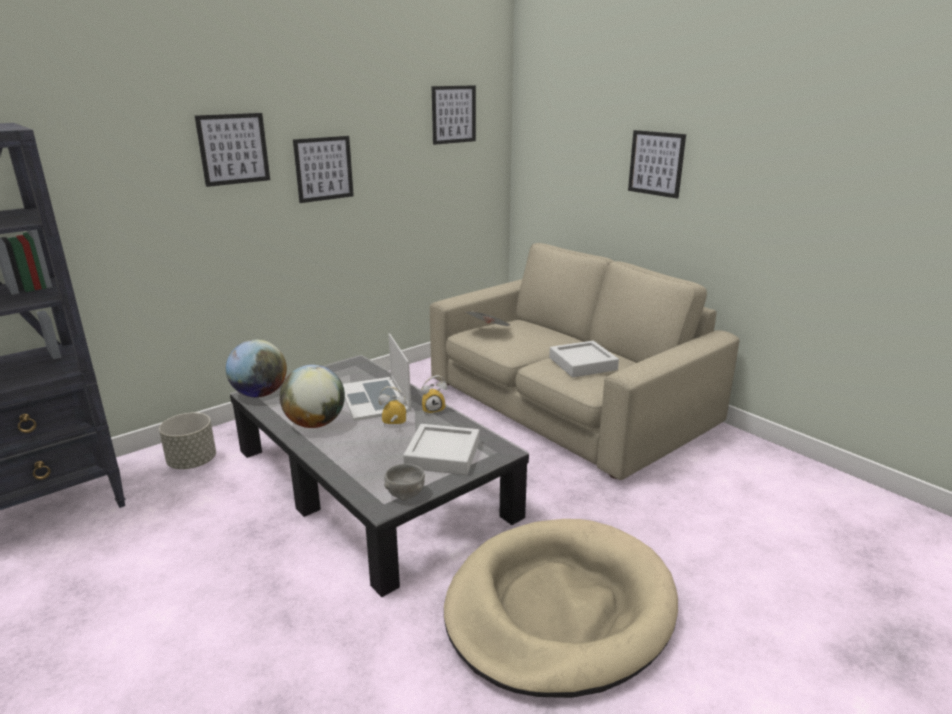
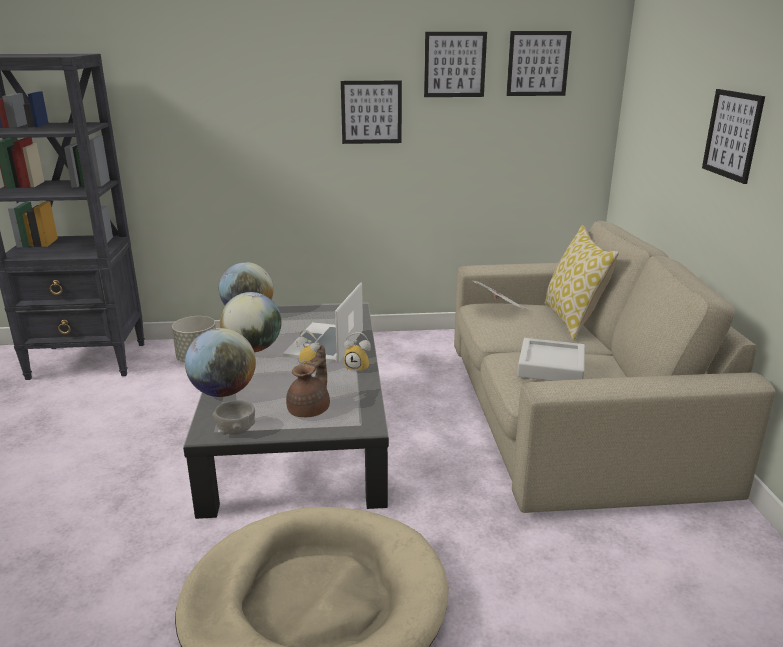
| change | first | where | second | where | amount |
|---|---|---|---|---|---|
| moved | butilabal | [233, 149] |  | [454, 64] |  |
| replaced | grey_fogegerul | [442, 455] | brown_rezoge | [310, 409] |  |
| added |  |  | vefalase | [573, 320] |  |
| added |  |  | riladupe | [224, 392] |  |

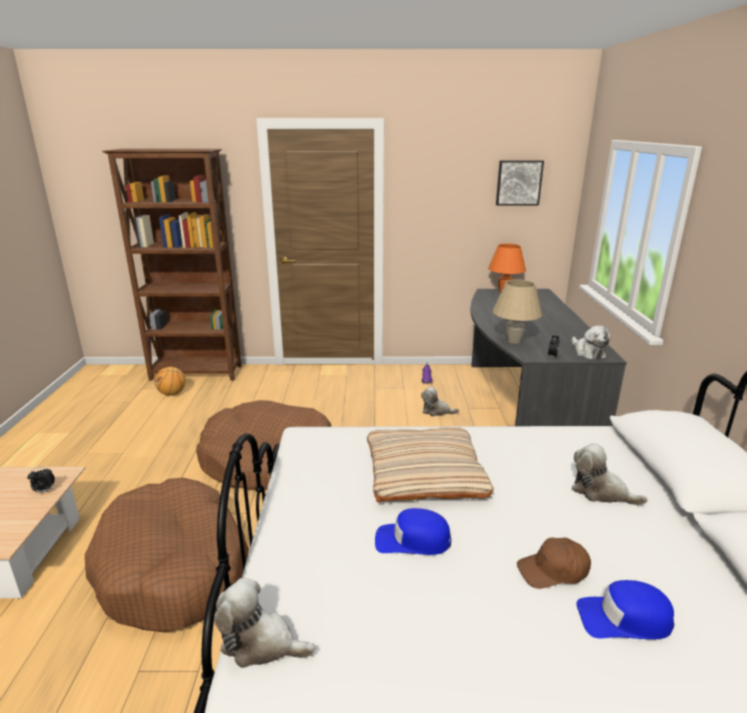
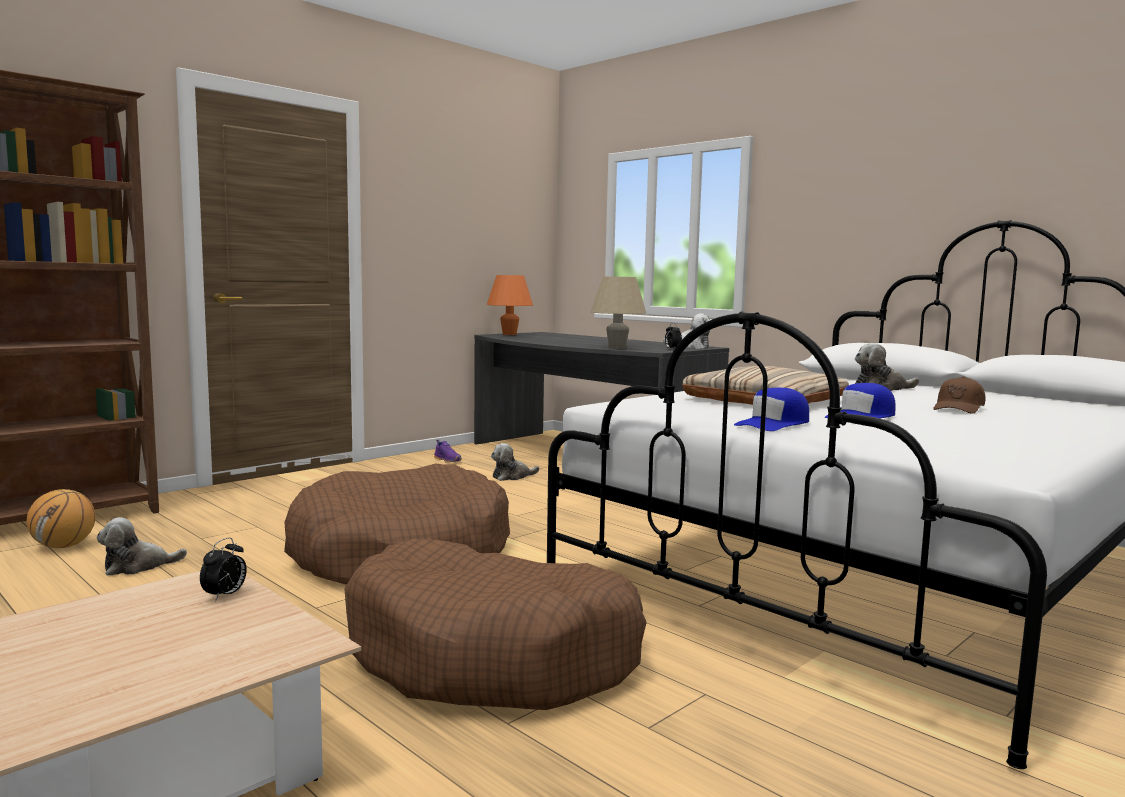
| change | first | where | second | where | amount |
|---|---|---|---|---|---|
| removed | butilabal | [518, 182] |  |  |  |
| moved | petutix | [261, 643] |  | [137, 566] |  |
| moved | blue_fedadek | [624, 619] |  | [774, 424] |  |

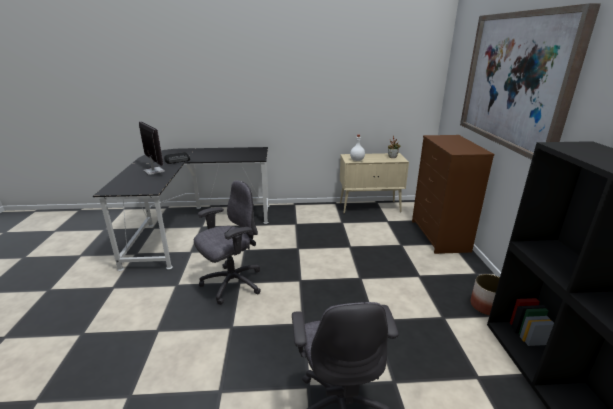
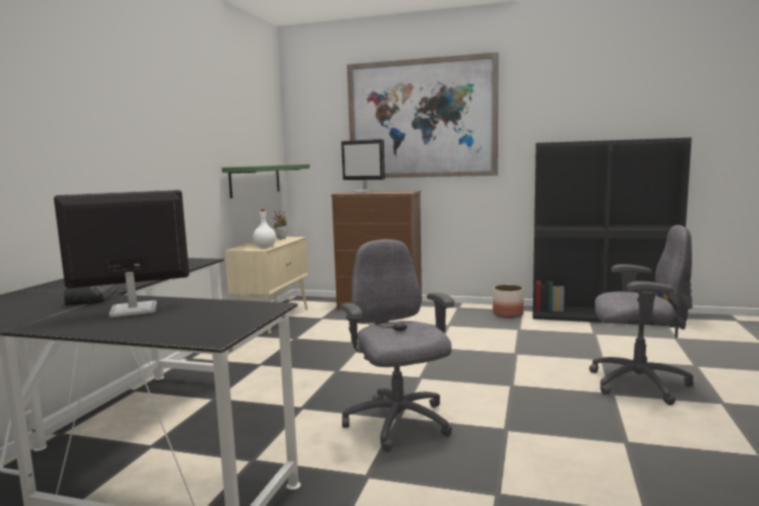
| change | first | where | second | where | amount |
|---|---|---|---|---|---|
| added |  |  | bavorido | [365, 192] |  |
| added |  |  | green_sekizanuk | [255, 180] |  |

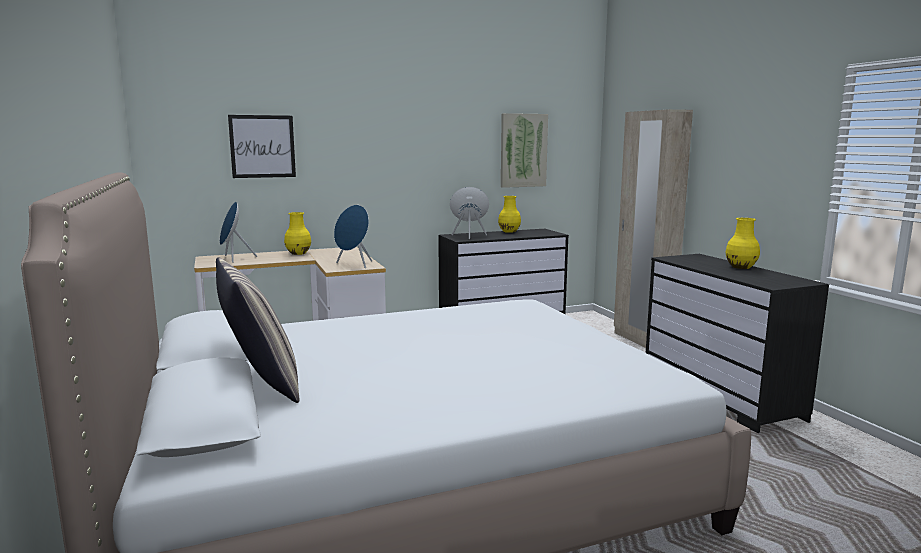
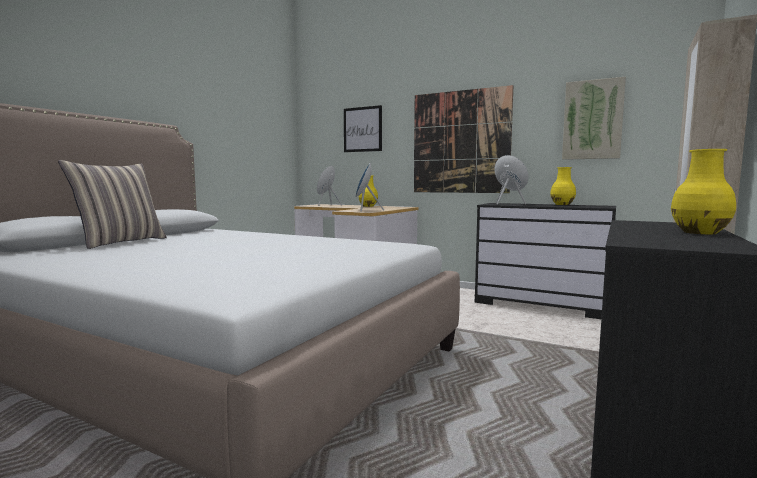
| change | first | where | second | where | amount |
|---|---|---|---|---|---|
| added |  |  | butilabal | [460, 142] |  |

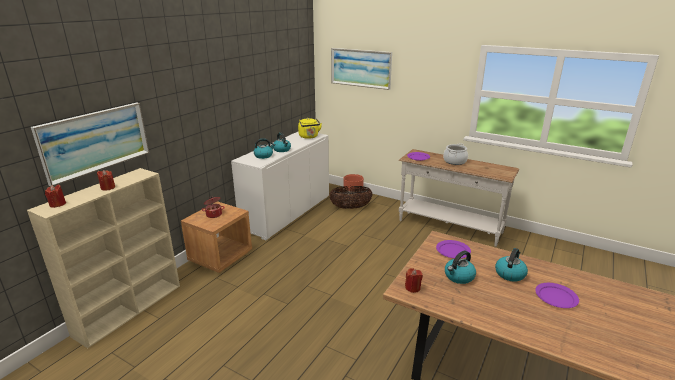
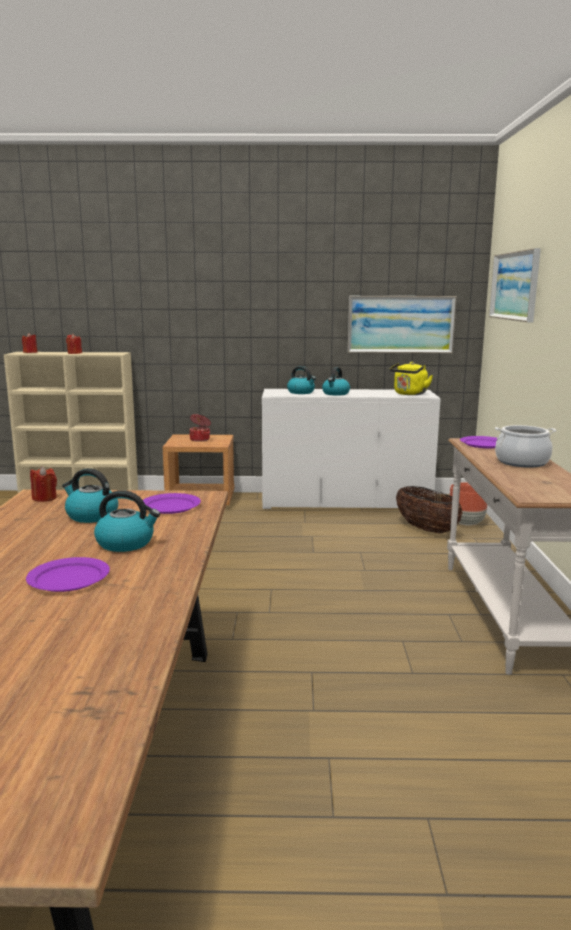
| change | first | where | second | where | amount |
|---|---|---|---|---|---|
| moved | butilabal | [95, 141] |  | [400, 324] |  |

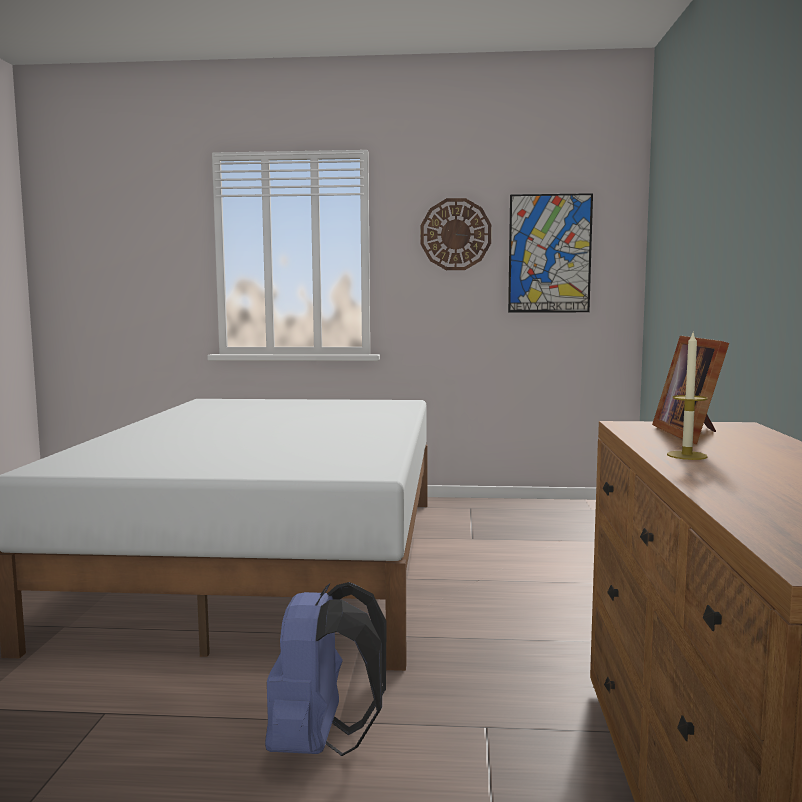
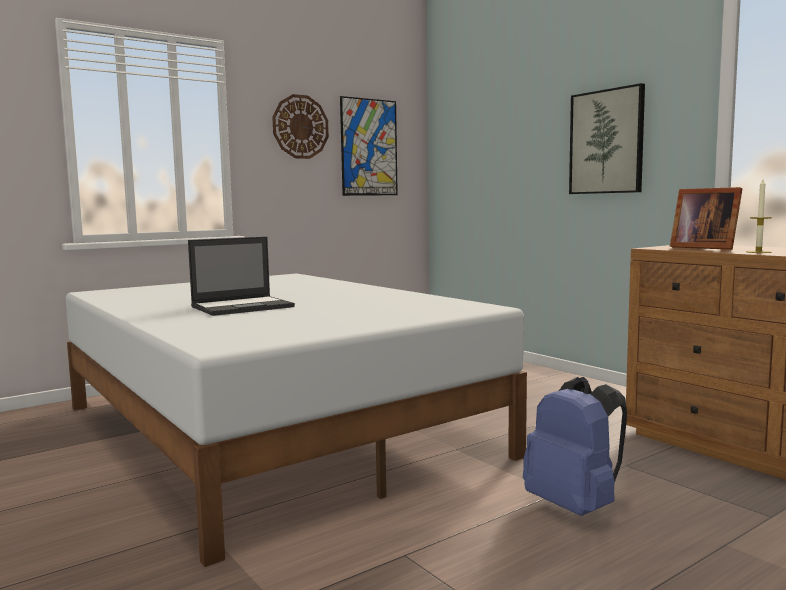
| change | first | where | second | where | amount |
|---|---|---|---|---|---|
| added |  |  | butilabal | [607, 142] |  |
| added |  |  | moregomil | [243, 307] |  |

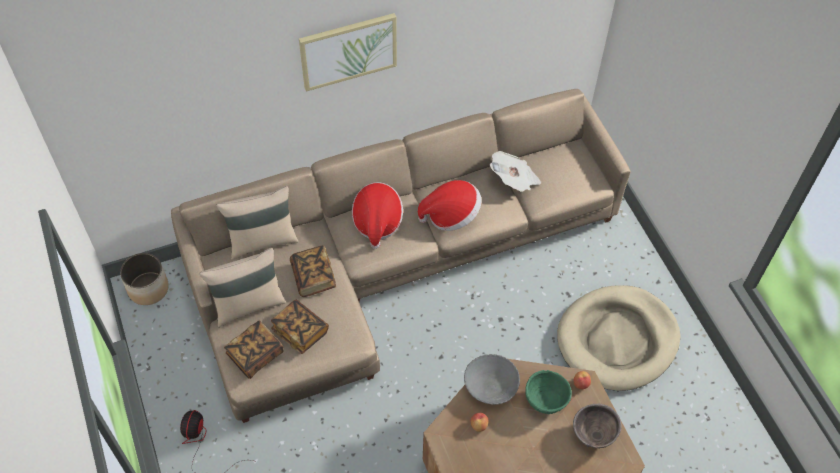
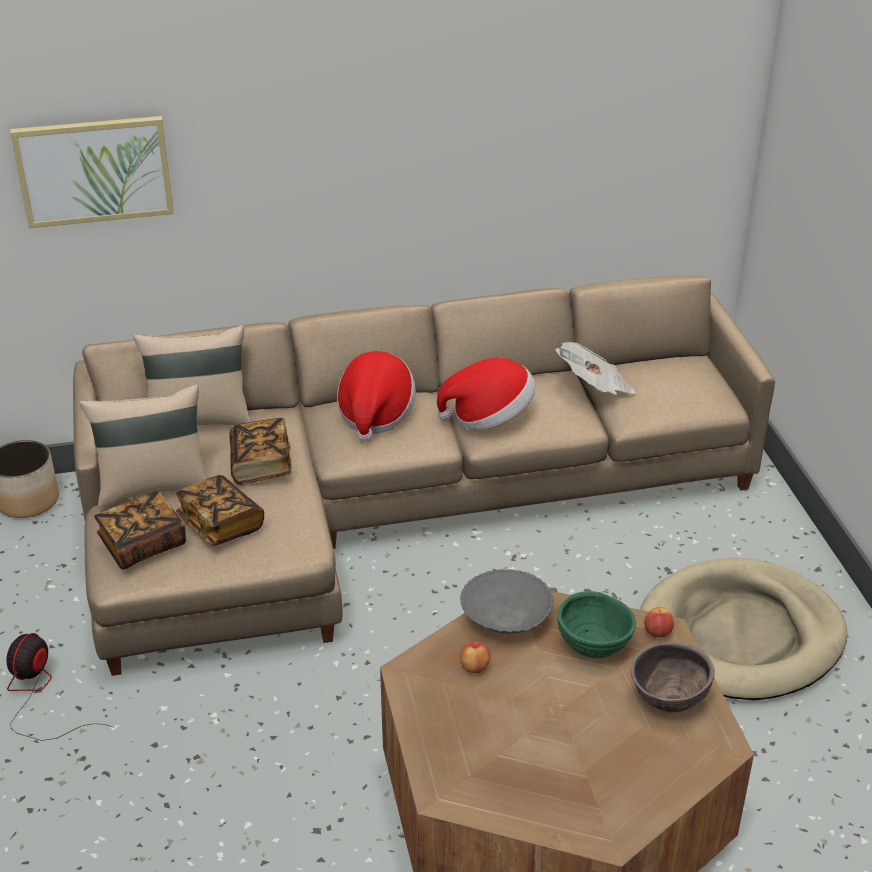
| change | first | where | second | where | amount |
|---|---|---|---|---|---|
| moved | butilabal | [348, 50] |  | [94, 170] |  |

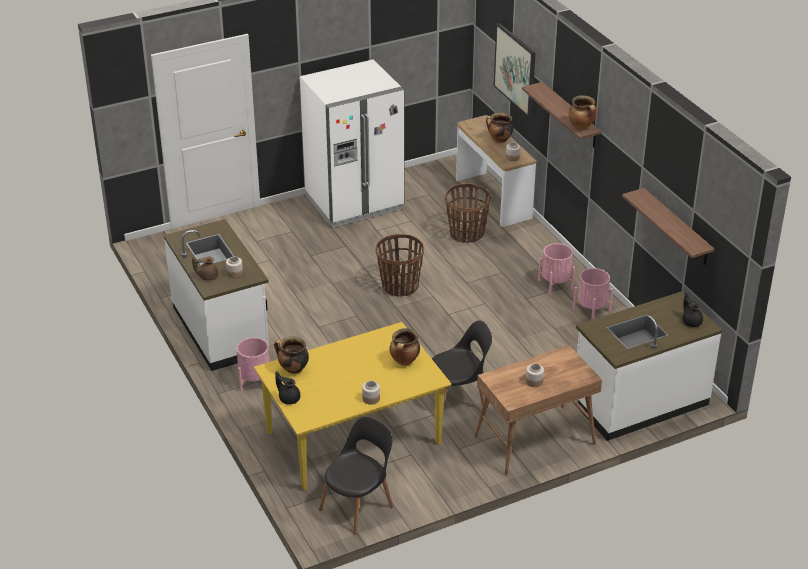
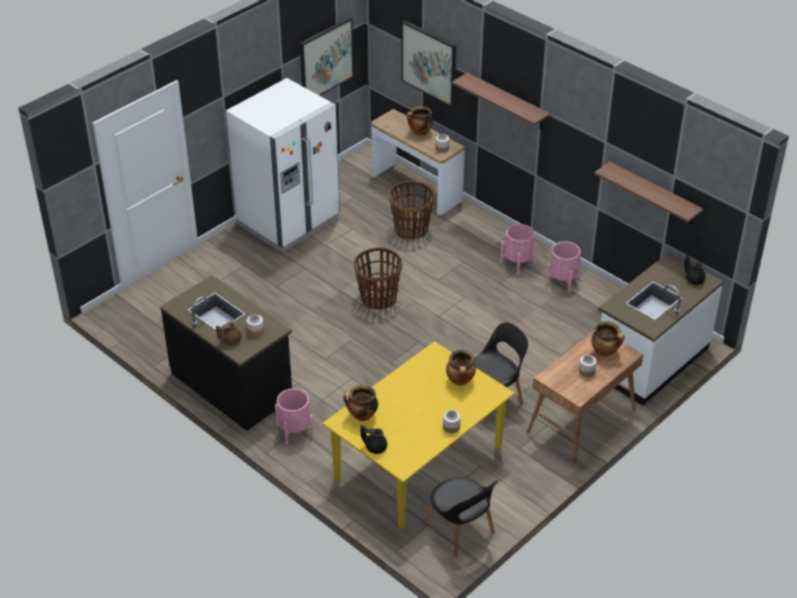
| change | first | where | second | where | amount |
|---|---|---|---|---|---|
| moved | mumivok | [582, 126] |  | [605, 352] |  |
| recoloured | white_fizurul | [221, 329] | black_fizurul | [232, 385] |  |
| turned | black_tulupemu | [358, 506] |  | [460, 530] | 120 degrees clockwise |
| added |  |  | butilabal | [326, 59] |  |

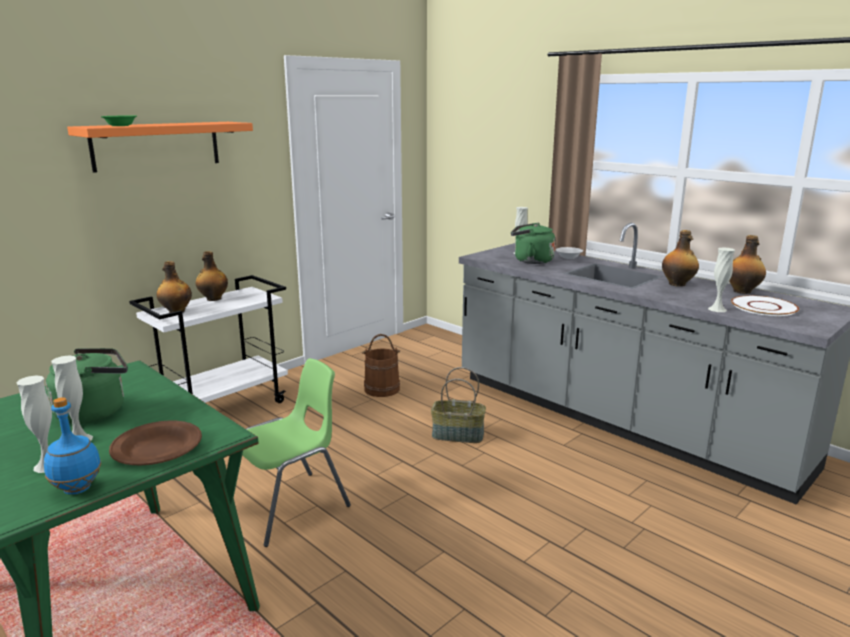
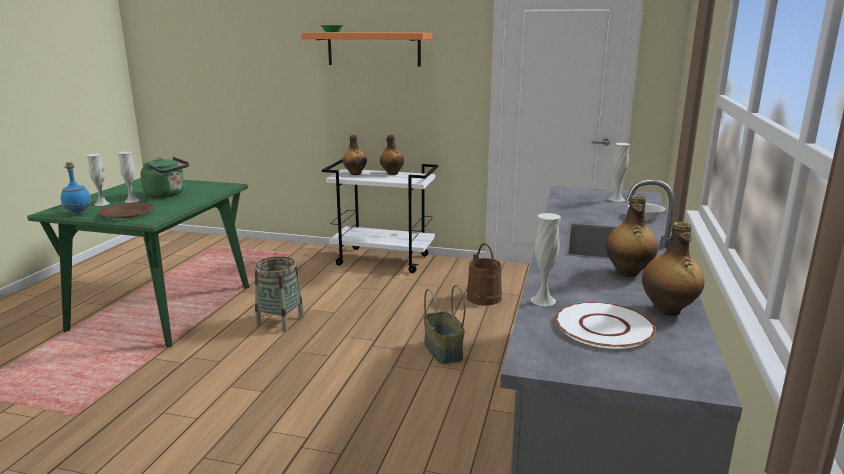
| change | first | where | second | where | amount |
|---|---|---|---|---|---|
| removed | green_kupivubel | [530, 261] |  |  |  |
| replaced | green_tulupemu | [291, 506] | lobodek | [280, 321] |  |

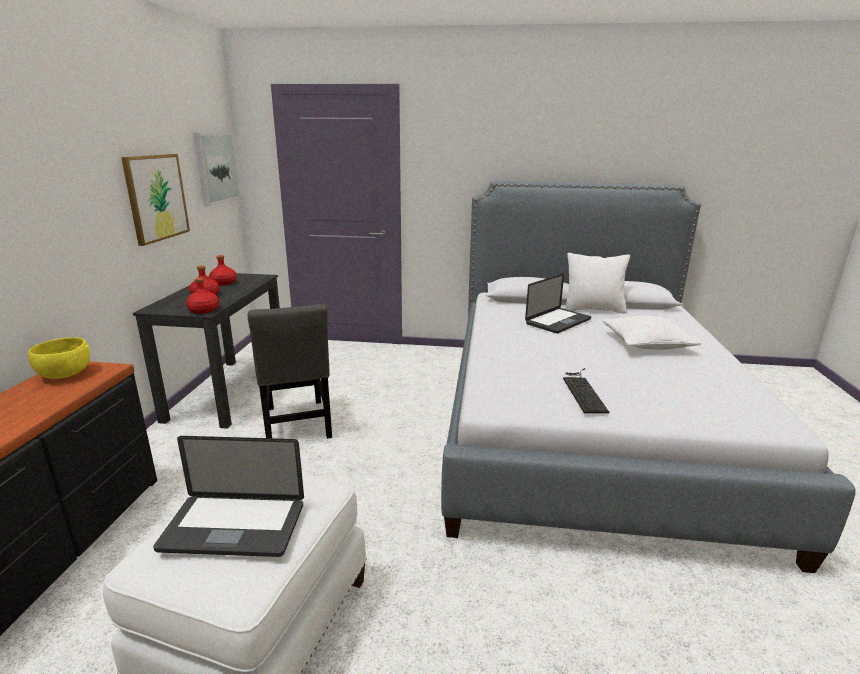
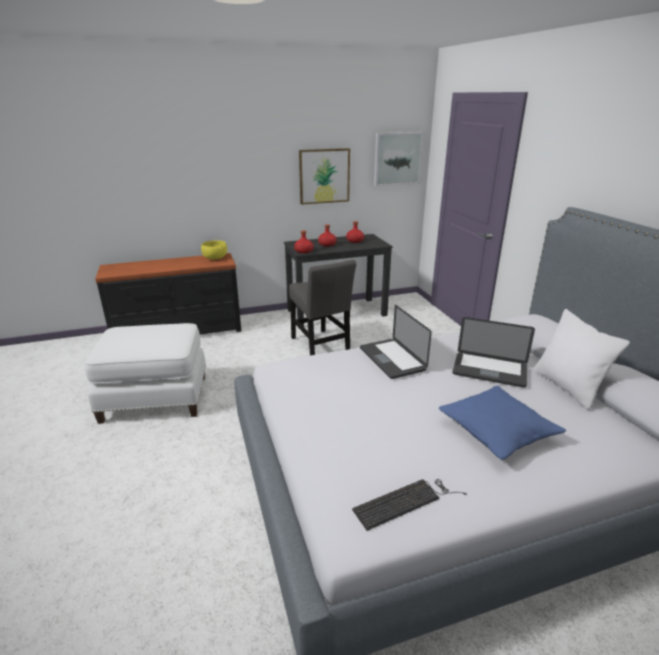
| change | first | where | second | where | amount |
|---|---|---|---|---|---|
| turned | grey_tulupemu | [297, 425] |  | [320, 346] | 75 degrees counterclockwise |
| recoloured | white_vefalase | [646, 343] | blue_vefalase | [497, 431] |  |
| moved | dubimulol | [583, 390] |  | [406, 501] |  |
| moved | moregomil | [233, 527] |  | [392, 359] |  |

